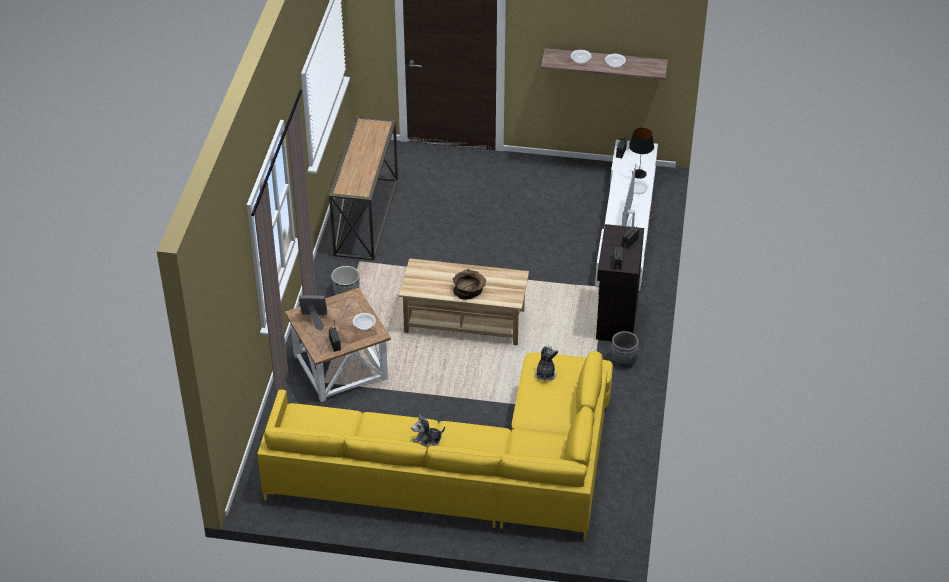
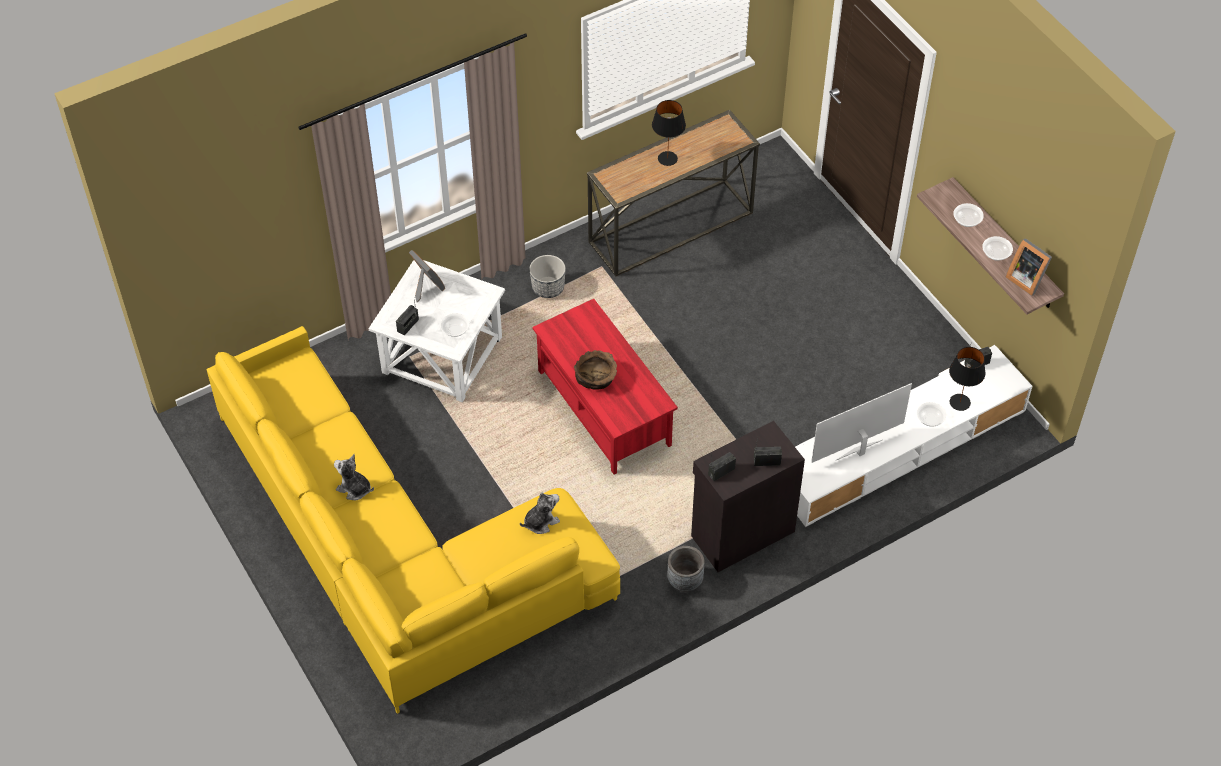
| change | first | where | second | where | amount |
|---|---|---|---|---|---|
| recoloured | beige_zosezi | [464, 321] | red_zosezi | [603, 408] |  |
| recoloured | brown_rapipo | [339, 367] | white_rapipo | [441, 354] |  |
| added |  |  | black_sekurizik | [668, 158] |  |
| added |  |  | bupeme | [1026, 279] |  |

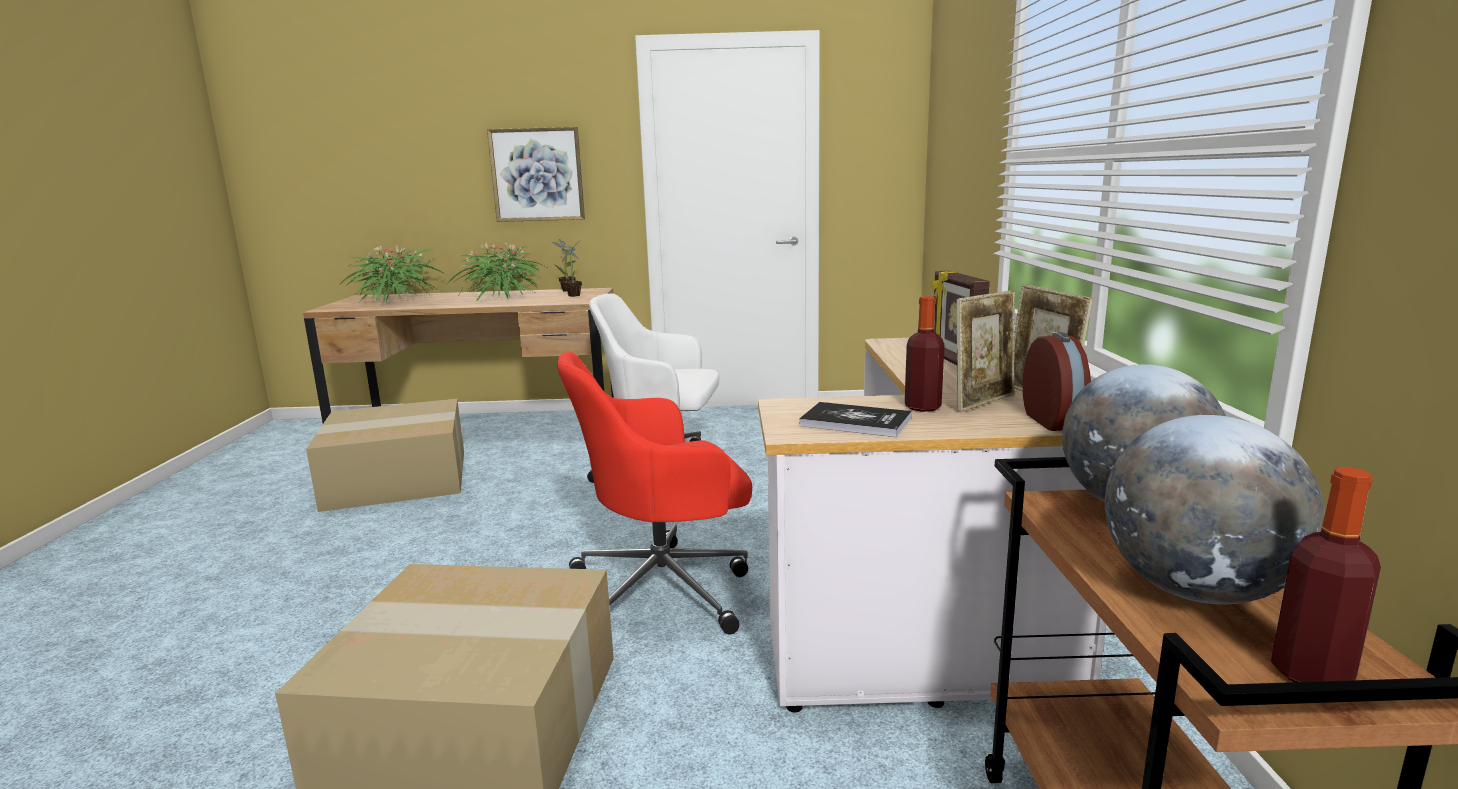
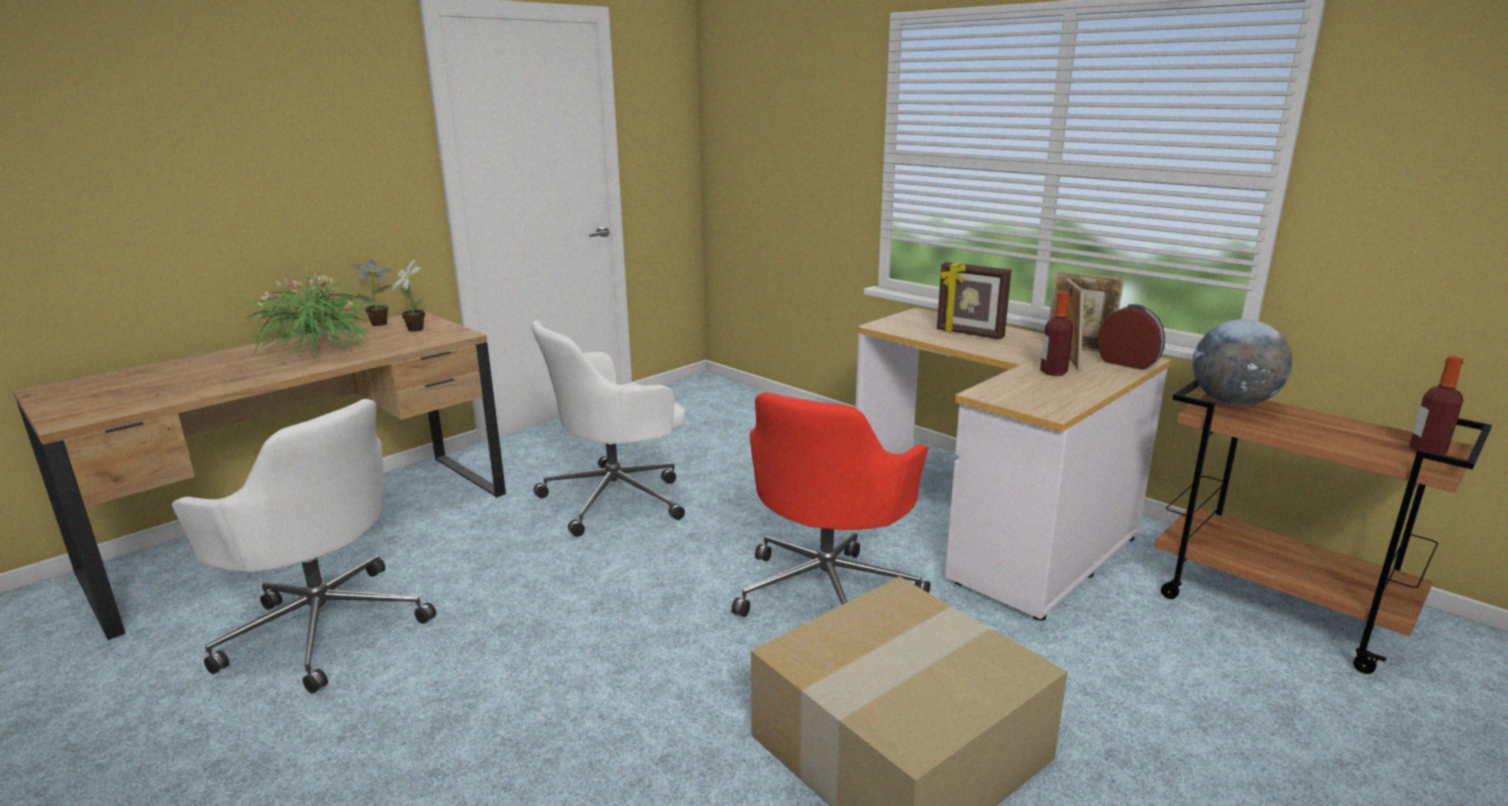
| change | first | where | second | where | amount |
|---|---|---|---|---|---|
| removed | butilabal | [537, 175] |  |  |  |
| removed | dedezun | [395, 299] |  |  |  |
| replaced | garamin | [395, 480] | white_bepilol | [324, 626] |  |
| removed | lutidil | [855, 422] |  |  |  |
| removed | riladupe | [1194, 591] |  |  |  |

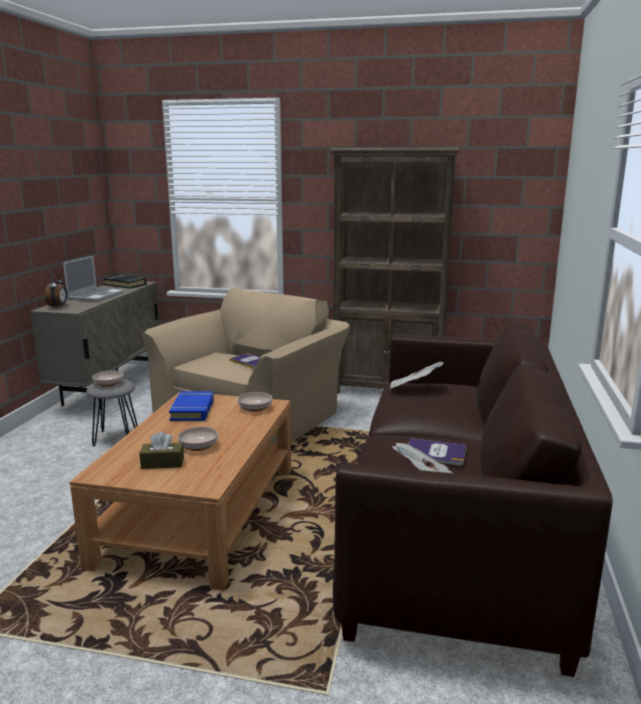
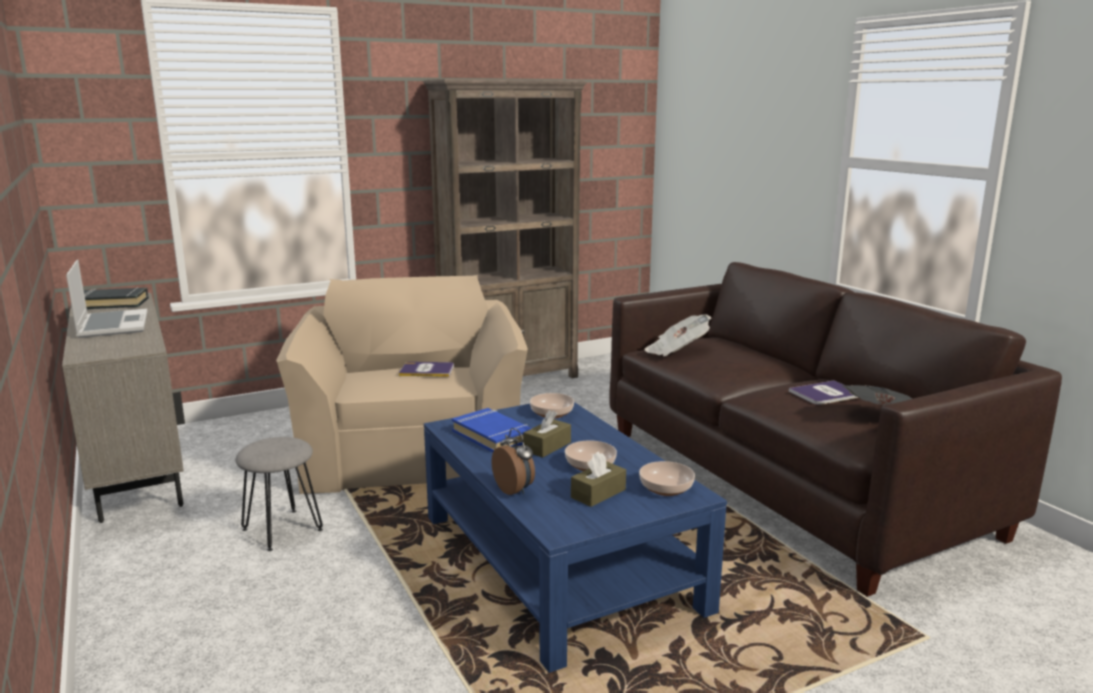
| change | first | where | second | where | amount |
|---|---|---|---|---|---|
| moved | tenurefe | [58, 306] |  | [515, 490] |  |
| moved | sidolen | [109, 384] |  | [667, 488] |  |
| recoloured | brown_zosezi | [200, 514] | blue_zosezi | [560, 562] |  |
| added |  |  | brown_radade | [547, 447] |  |

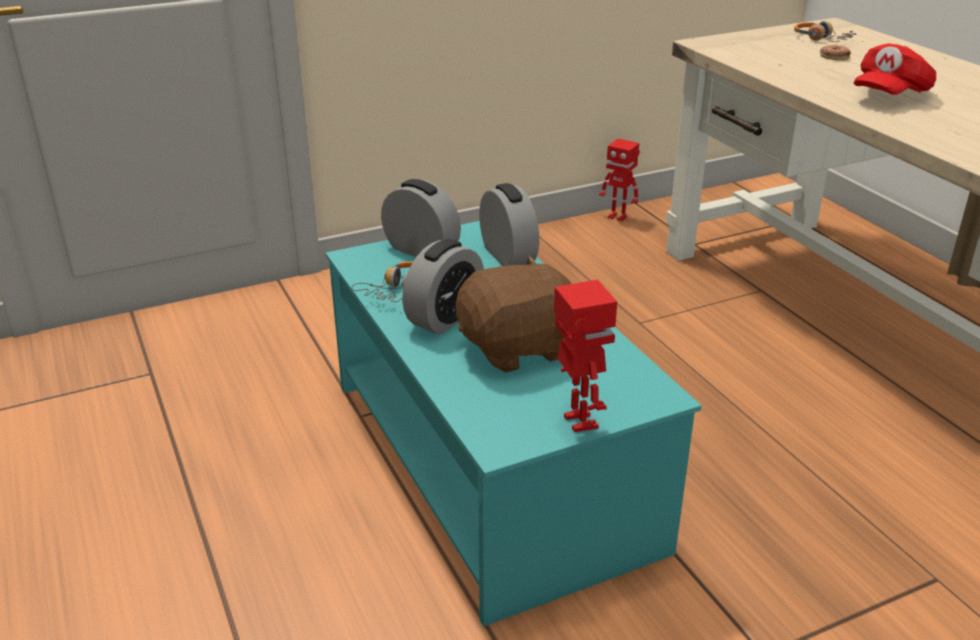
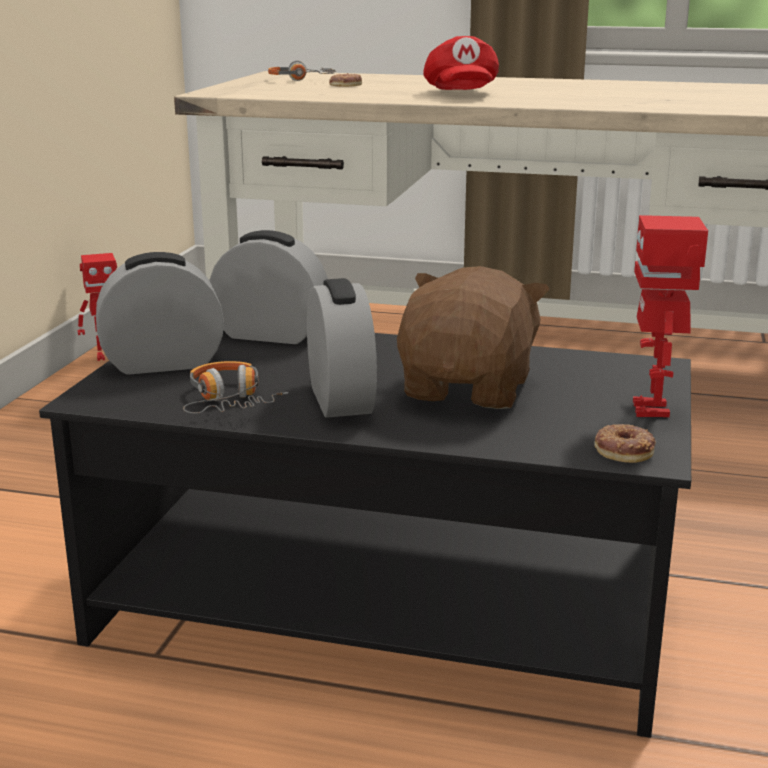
| change | first | where | second | where | amount |
|---|---|---|---|---|---|
| recoloured | turquoise_zosezi | [488, 461] | black_zosezi | [380, 606] |  |
| turned | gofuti | [578, 422] |  | [653, 409] | 105 degrees counterclockwise |
| added |  |  | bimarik | [624, 450] |  |

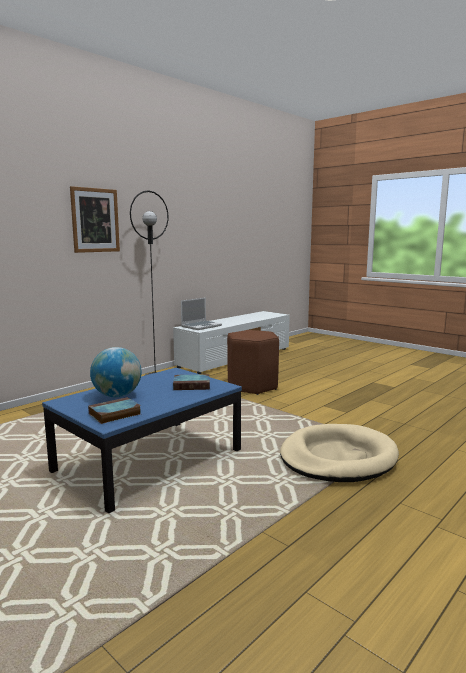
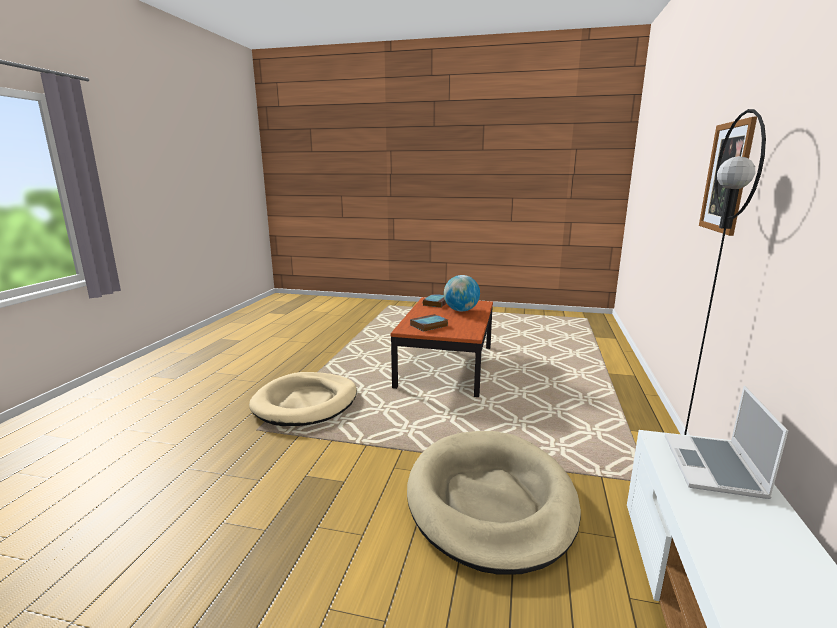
| change | first | where | second | where | amount |
|---|---|---|---|---|---|
| replaced | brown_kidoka | [253, 386] | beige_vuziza | [490, 501] |  |
| recoloured | blue_zosezi | [149, 460] | brown_zosezi | [446, 366] |  |

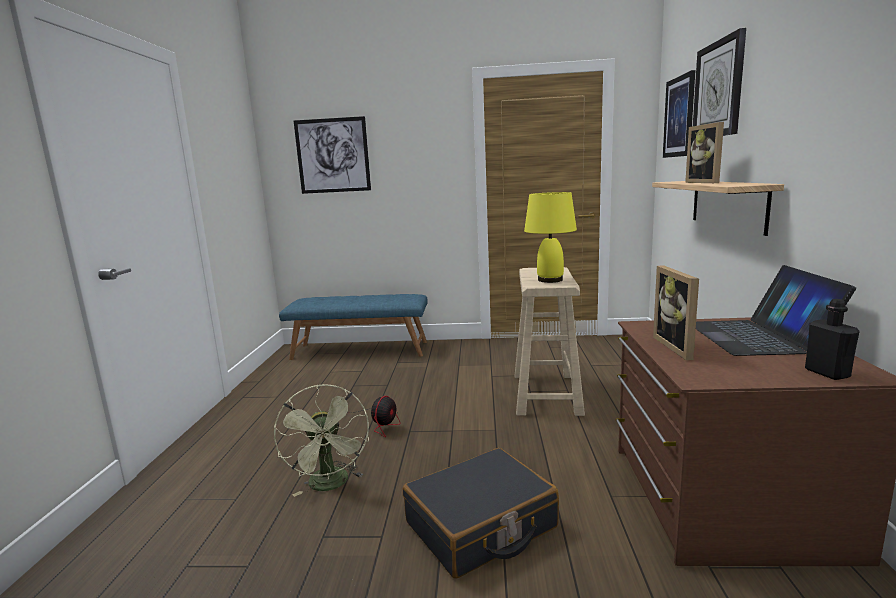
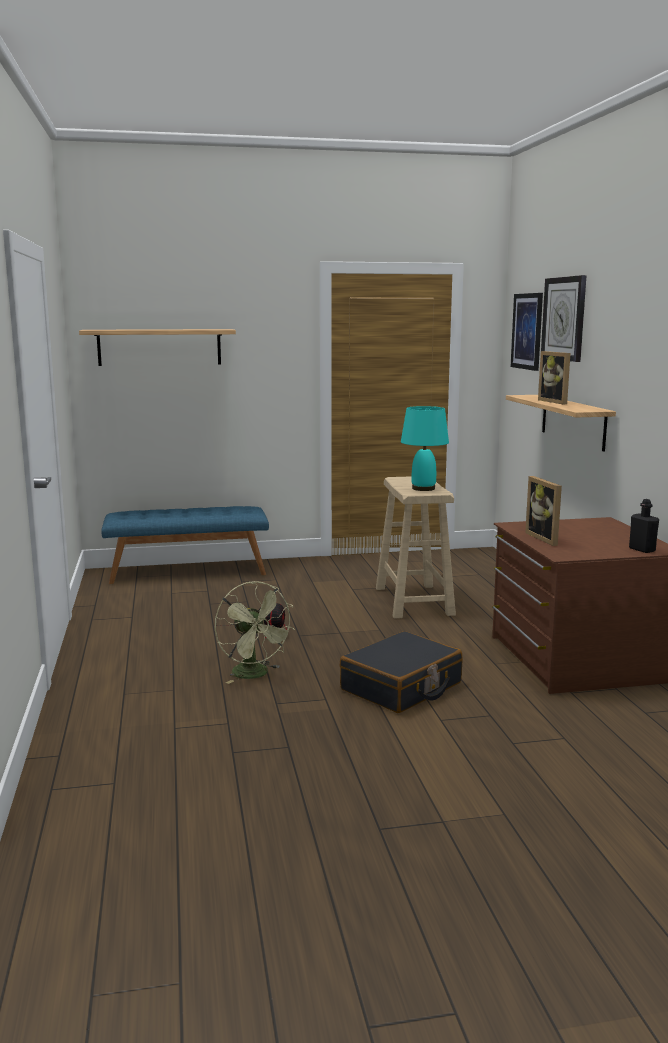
| change | first | where | second | where | amount |
|---|---|---|---|---|---|
| replaced | butilabal | [333, 155] | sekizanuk | [159, 347] |  |
| recoloured | yellow_sekurizik | [550, 280] | turquoise_sekurizik | [423, 488] |  |
| removed | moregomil | [758, 336] |  |  |  |

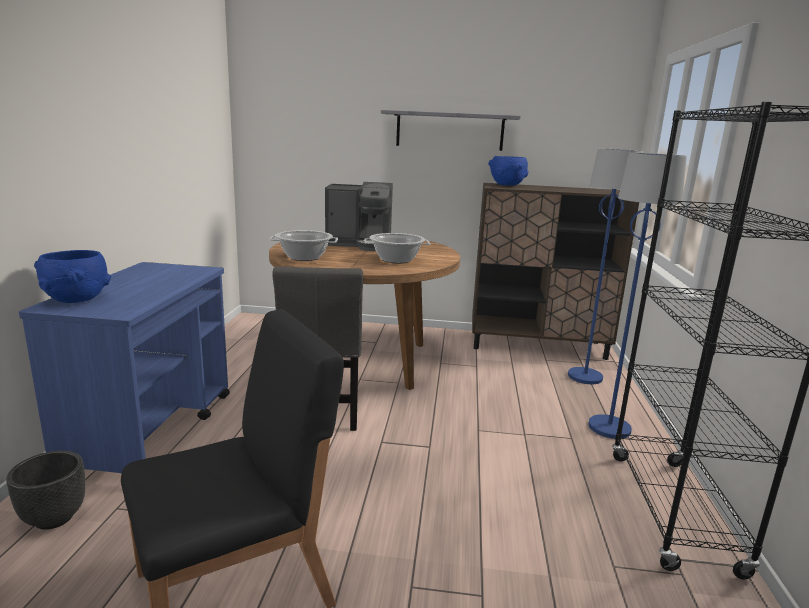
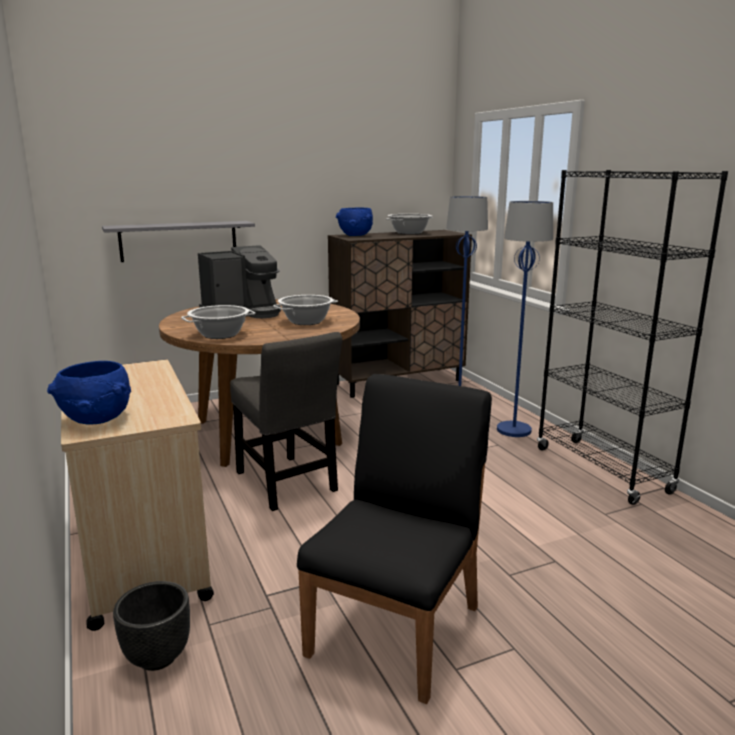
| change | first | where | second | where | amount |
|---|---|---|---|---|---|
| moved | grey_sekizanuk | [449, 131] |  | [179, 241] |  |
| recoloured | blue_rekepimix | [152, 430] | beige_rekepimix | [142, 555] |  |
| added |  |  | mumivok | [409, 233] |  |

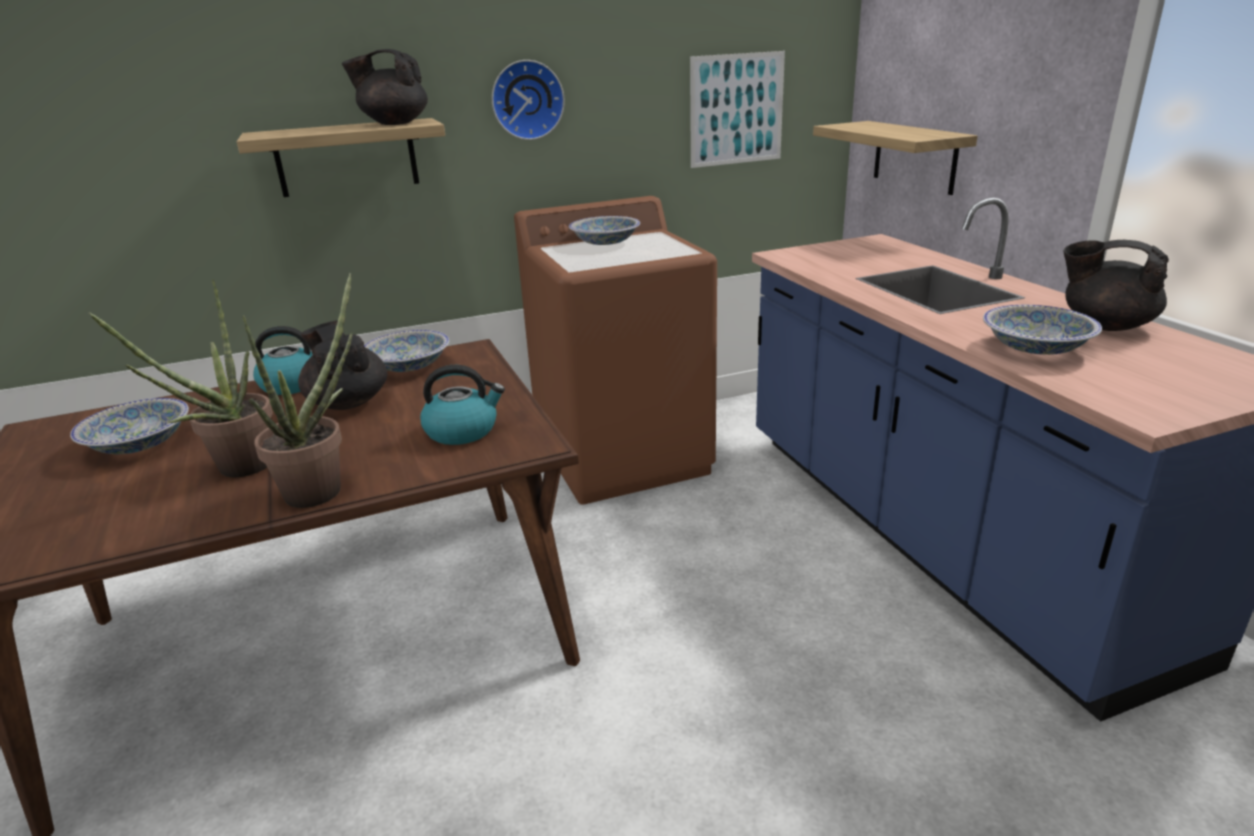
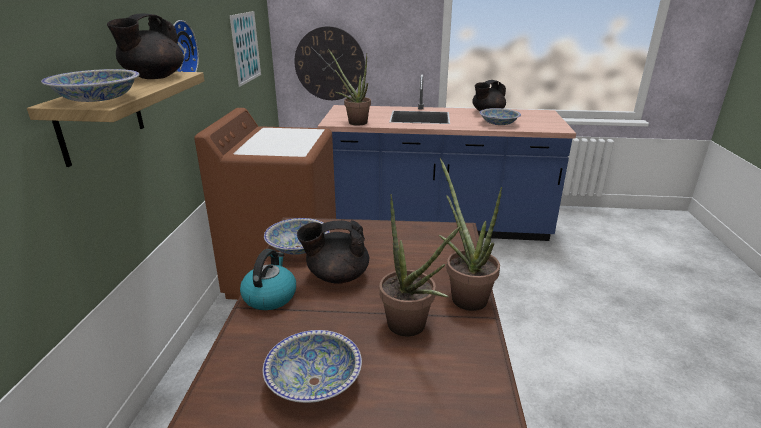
| change | first | where | second | where | amount |
|---|---|---|---|---|---|
| replaced | sekizanuk | [914, 156] | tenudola | [329, 64] |  |
| moved | sidolen | [605, 243] |  | [98, 100] |  |
| removed | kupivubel | [463, 431] |  |  |  |
| added |  |  | dedezun | [354, 122] |  |

